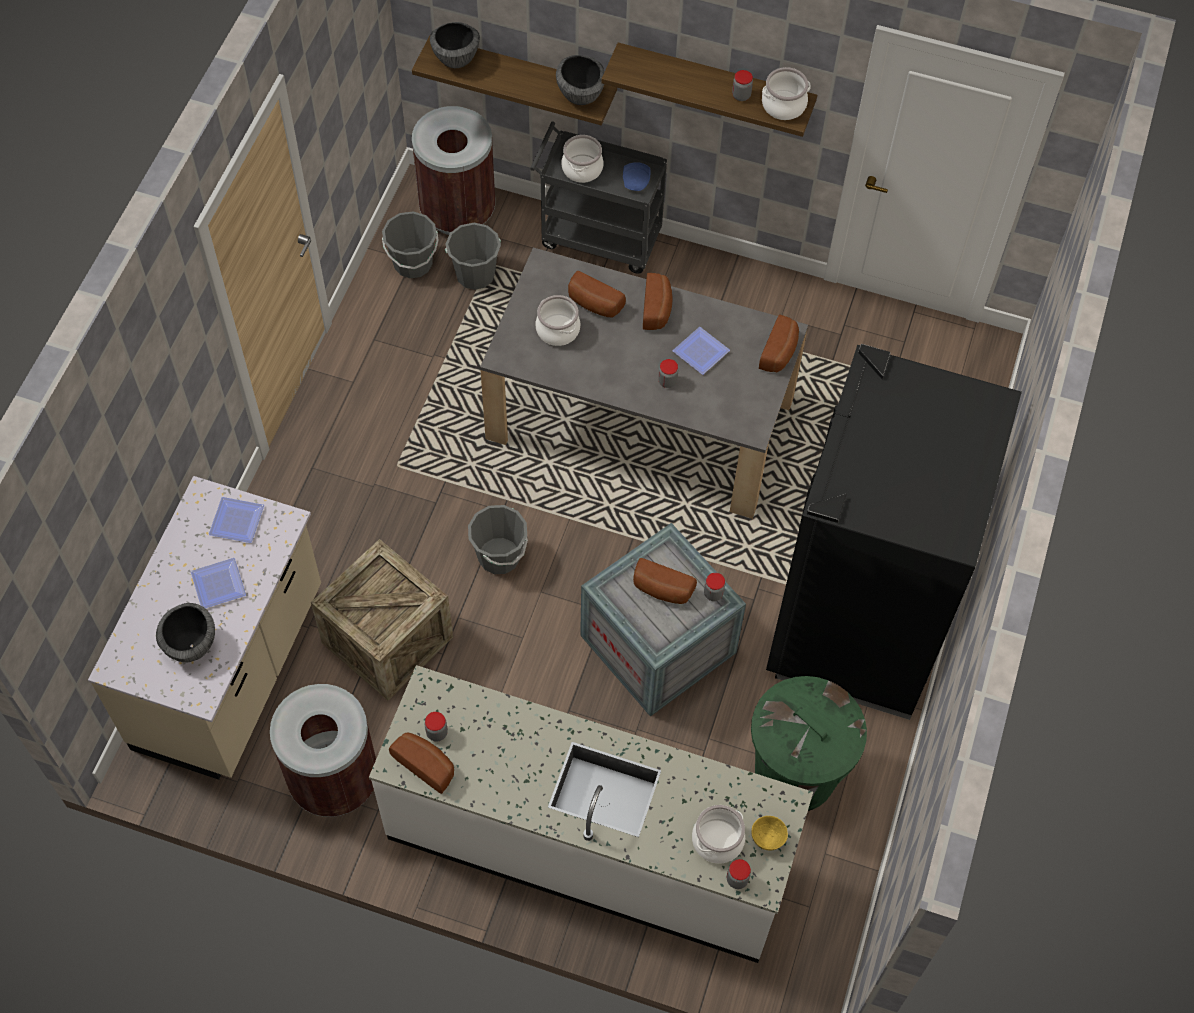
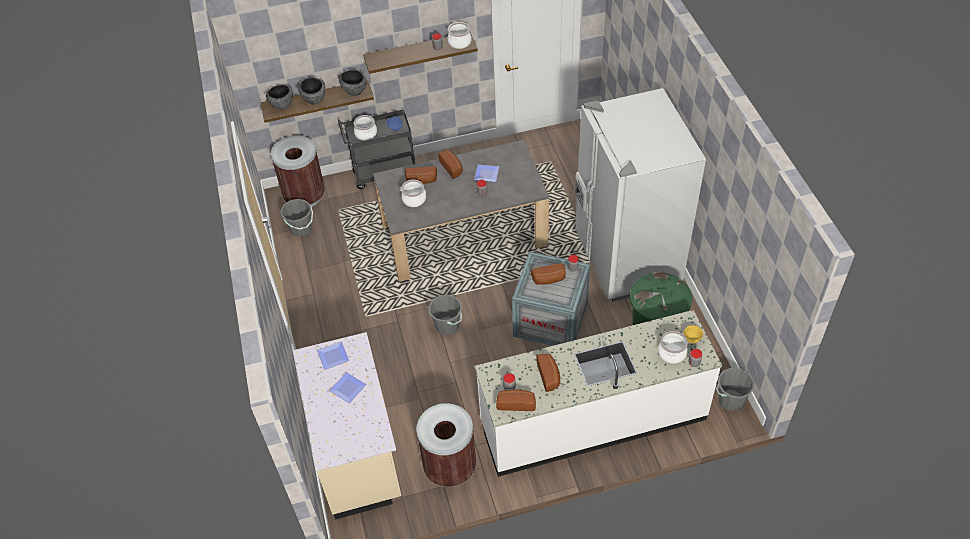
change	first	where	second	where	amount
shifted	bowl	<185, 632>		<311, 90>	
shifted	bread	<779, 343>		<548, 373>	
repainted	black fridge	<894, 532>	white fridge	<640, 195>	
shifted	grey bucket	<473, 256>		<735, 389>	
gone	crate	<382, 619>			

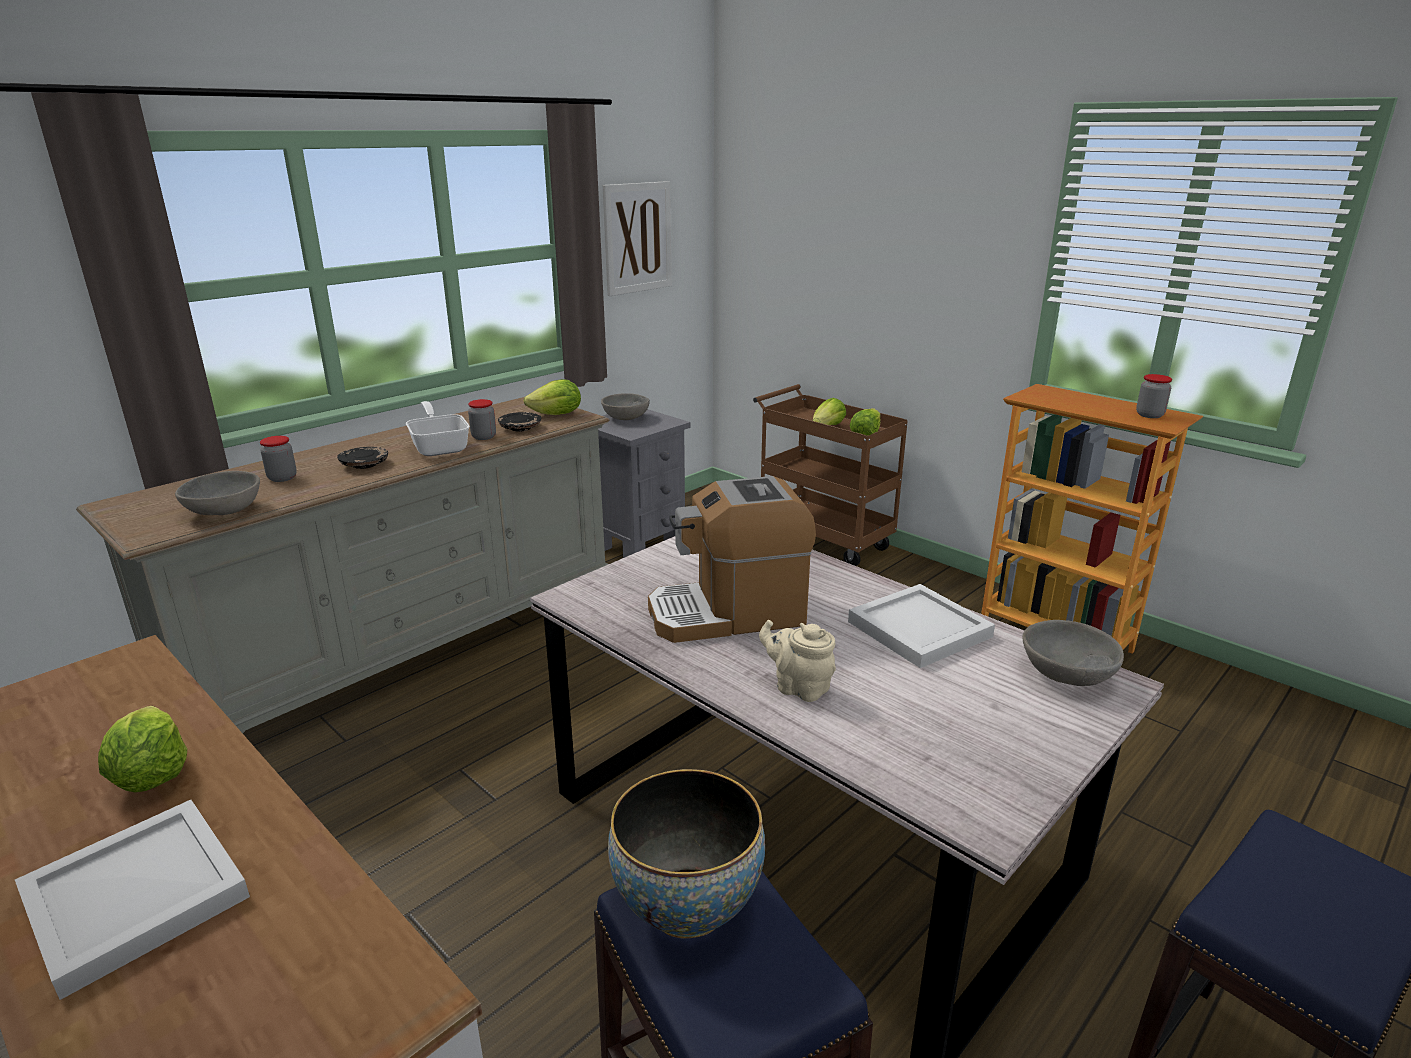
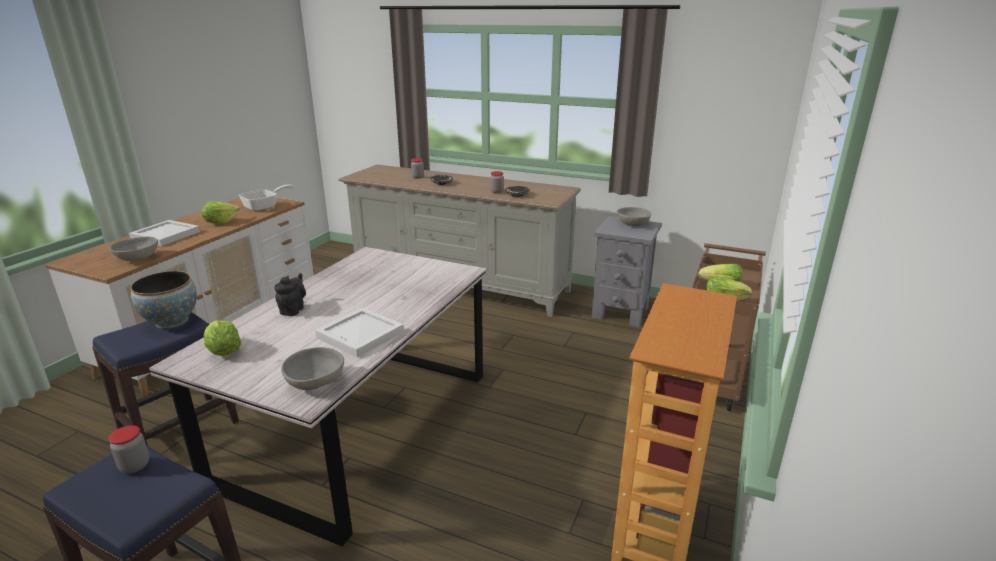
change	first	where	second	where	amount
shifted	jar	<1154, 396>		<129, 449>	
shifted	grey bowl	<217, 493>		<134, 248>	
shifted	lettuce	<552, 397>		<222, 338>	
shifted	frying pan	<438, 428>		<266, 197>	
repainted	beige teapot	<797, 661>	black teapot	<290, 294>	
gone	picture	<637, 238>			
gone	coffee machine	<732, 559>			

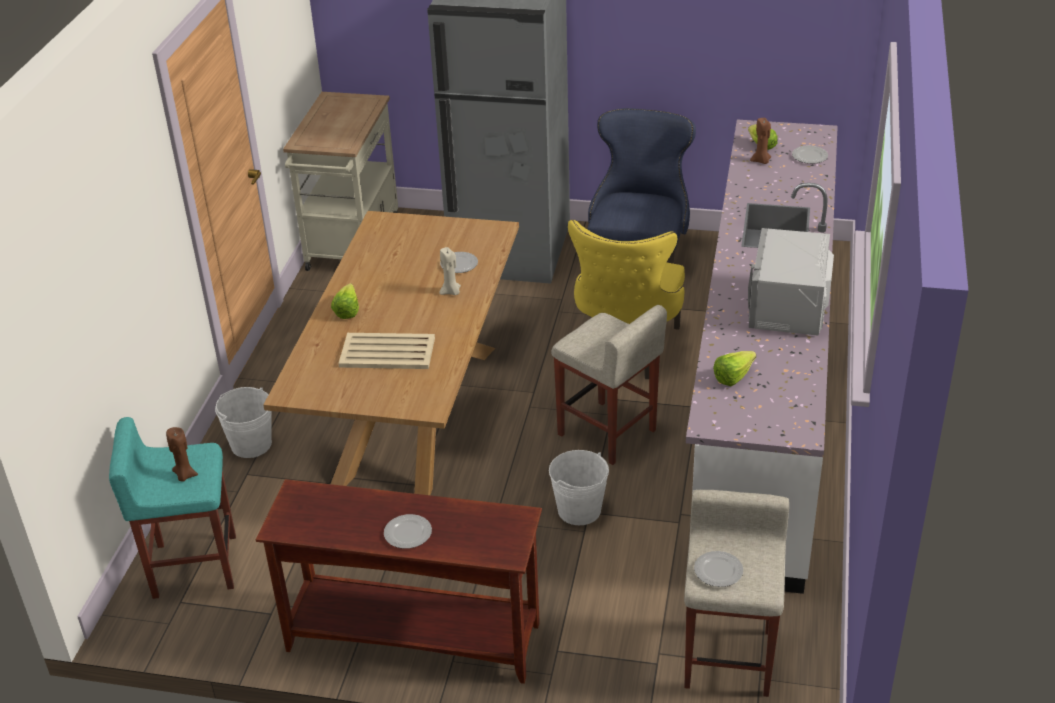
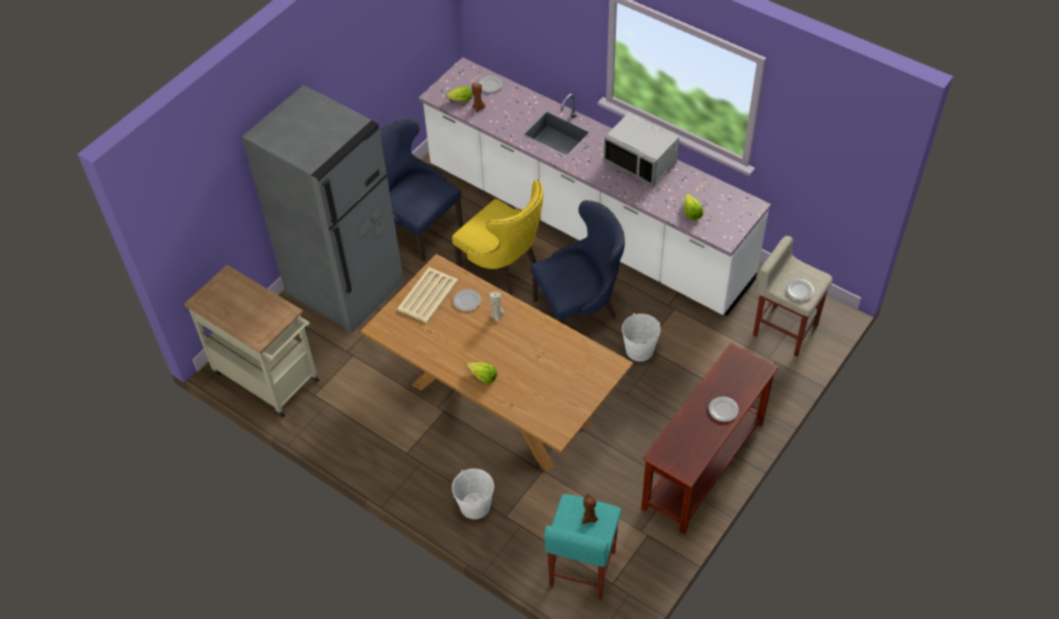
change	first	where	second	where	amount
shifted	beige tray	<386, 351>		<427, 295>	
swapped	beige stool	<609, 385>	blue chair	<578, 262>	

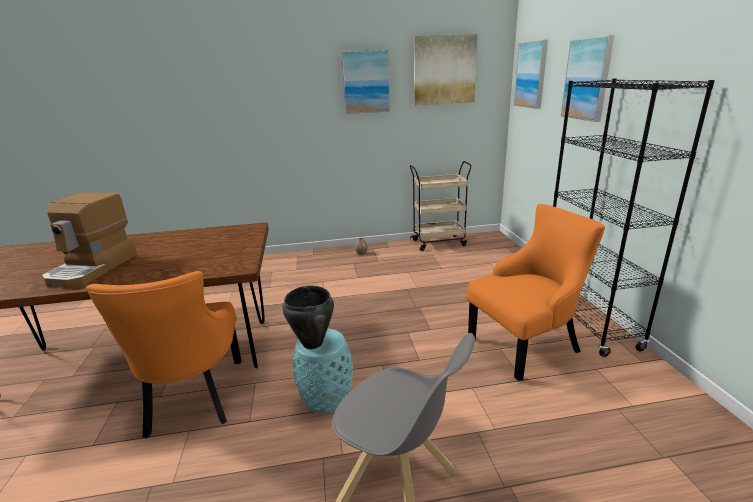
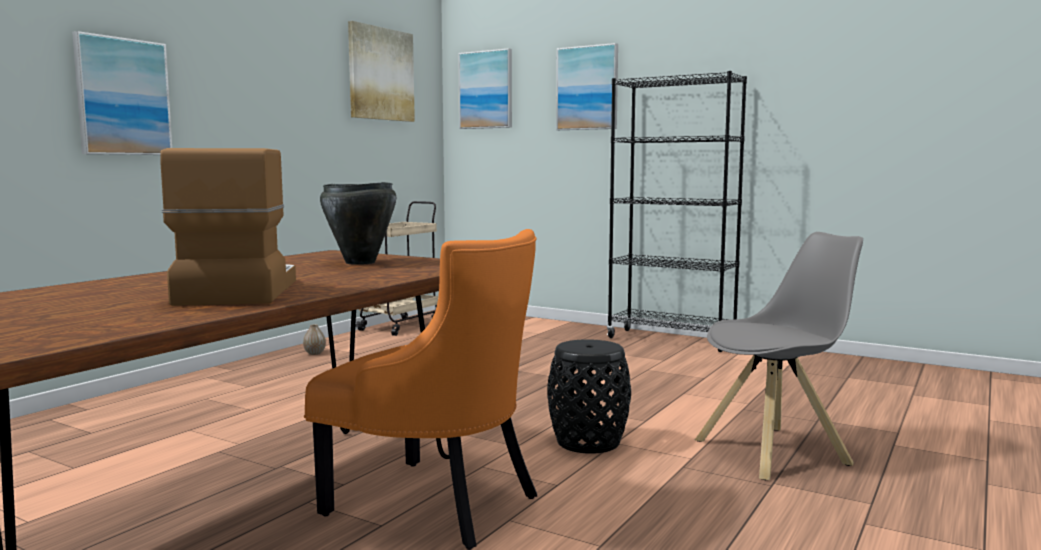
change	first	where	second	where	amount
shifted	picture	<366, 81>		<122, 93>	
rotated	coffee machine	<89, 240>		<228, 227>	150 degrees counterclockwise
shifted	black cooking pot	<308, 317>		<358, 223>	
repainted	turquoise stool	<323, 371>	black stool	<589, 396>	
gone	orange chair	<535, 292>			

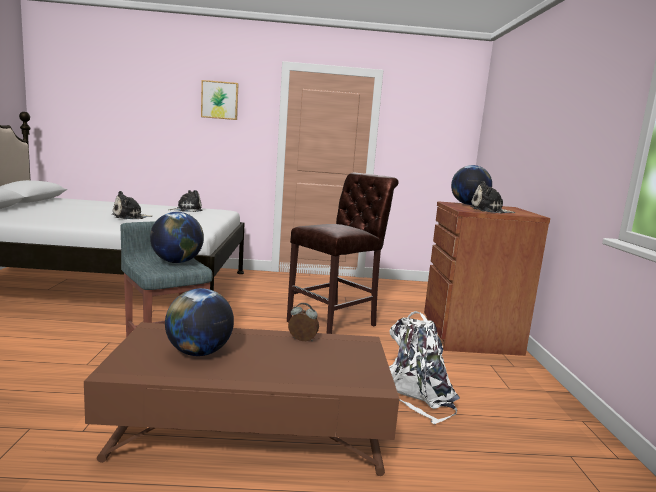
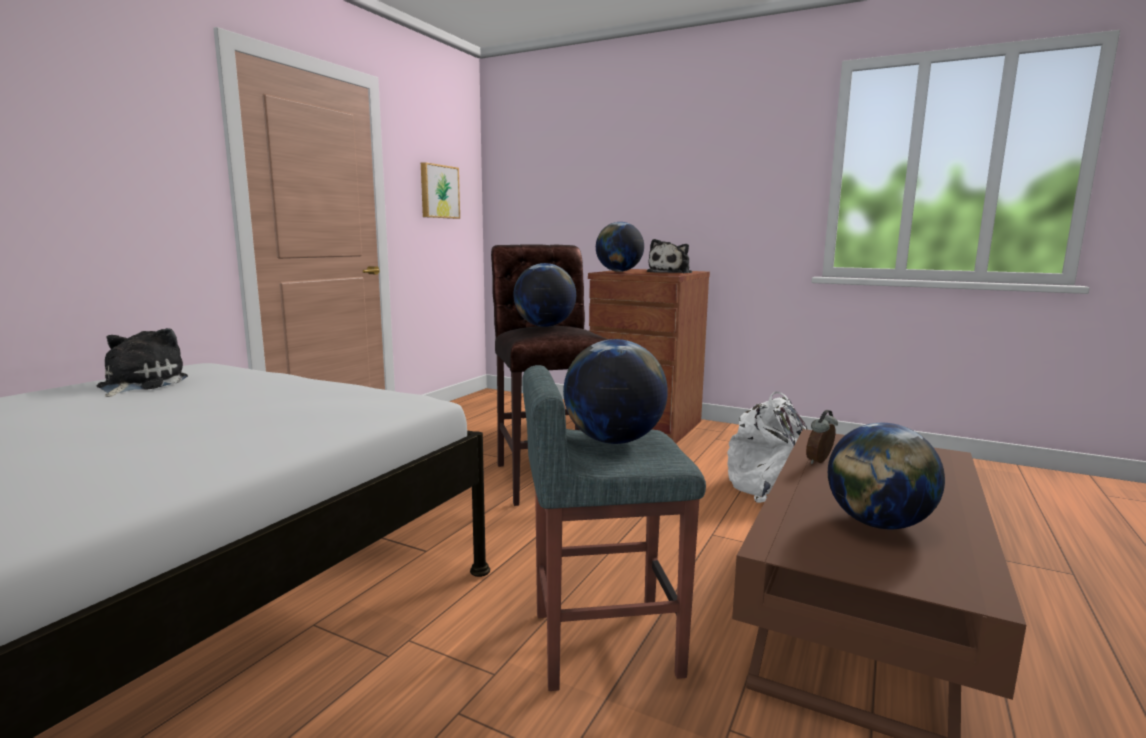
change	first	where	second	where	amount
shifted	picture	<219, 100>		<440, 190>	
new			globe	<545, 295>	
gone	plush toy	<132, 205>			

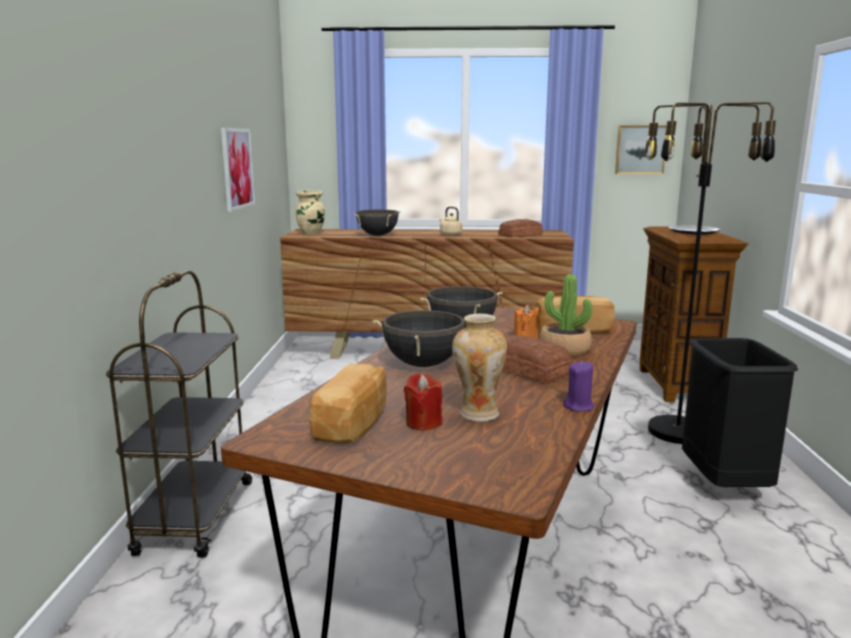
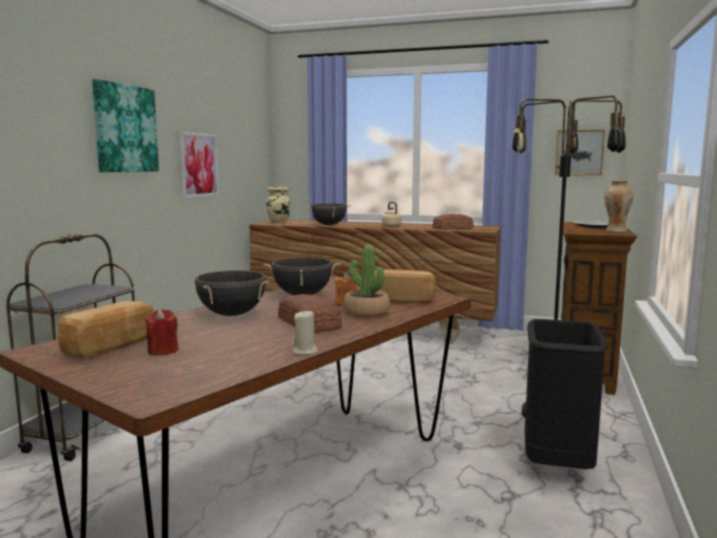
change	first	where	second	where	amount
new			picture	<125, 125>	
repainted	purple candle	<578, 386>	beige candle	<305, 332>	
shifted	vase	<479, 368>		<618, 206>	

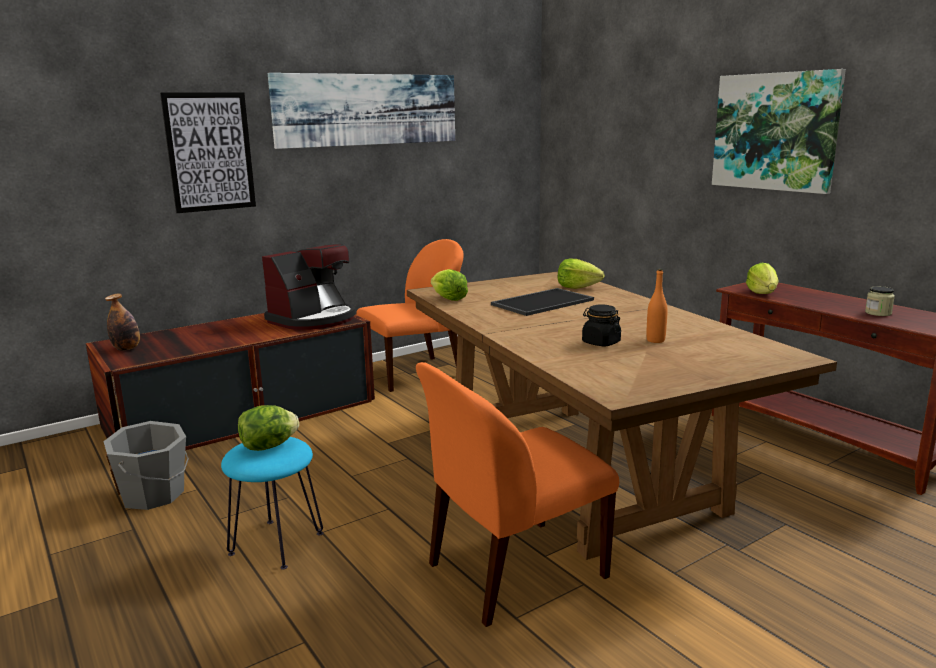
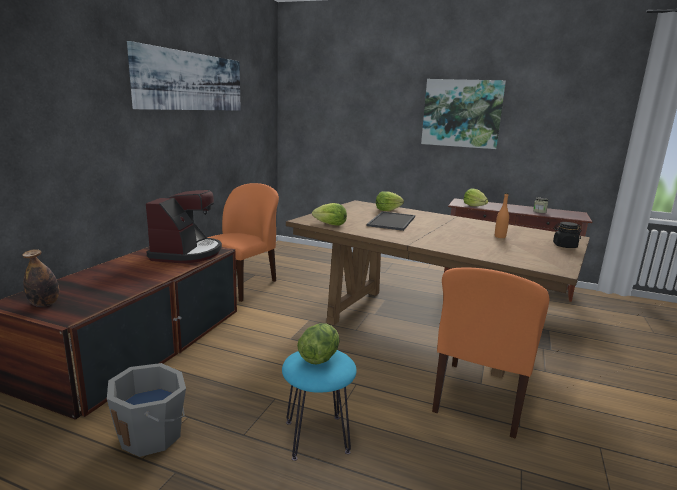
change	first	where	second	where	amount
shifted	black jar	<601, 325>		<567, 235>	
gone	picture	<208, 152>			

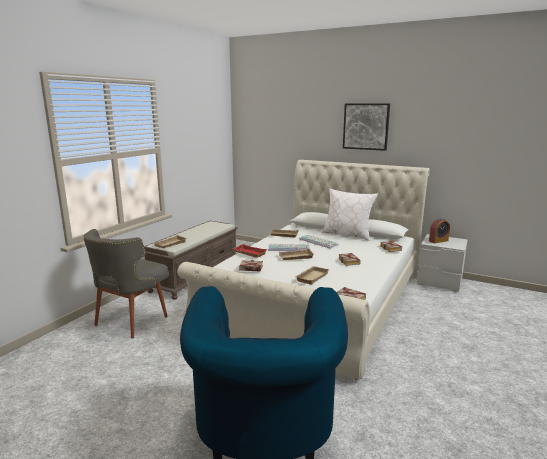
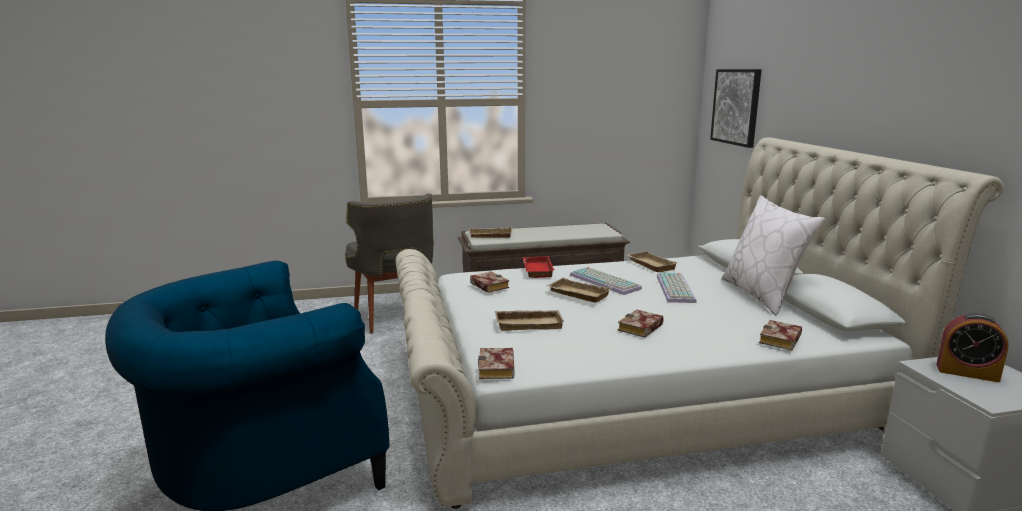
change	first	where	second	where	amount
rotated	grey chair	<126, 284>		<389, 263>	105 degrees counterclockwise
shifted	picture	<366, 127>		<735, 108>	

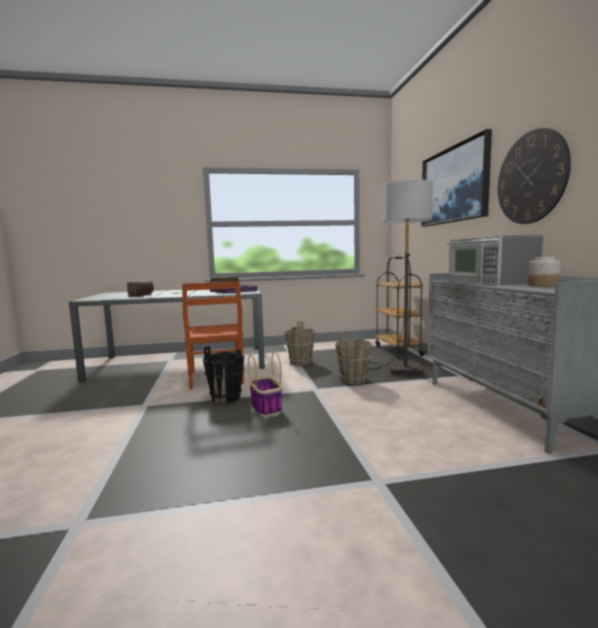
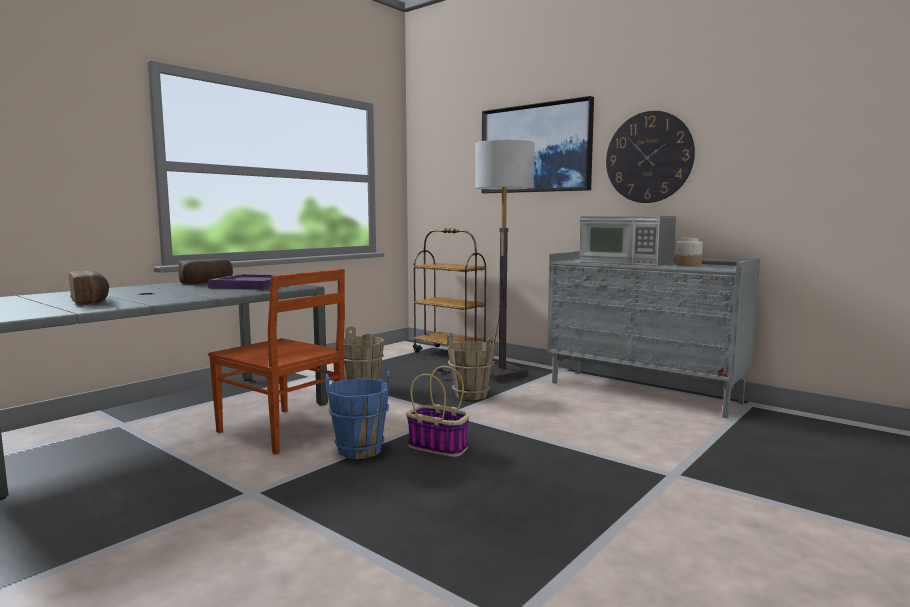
change	first	where	second	where	amount
repainted	black bucket	<223, 374>	blue bucket	<358, 415>	

